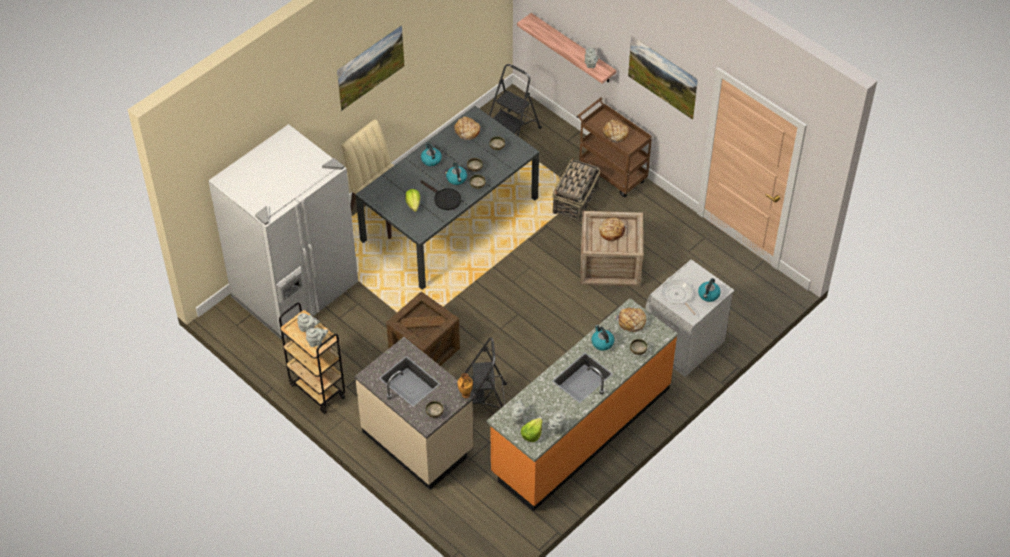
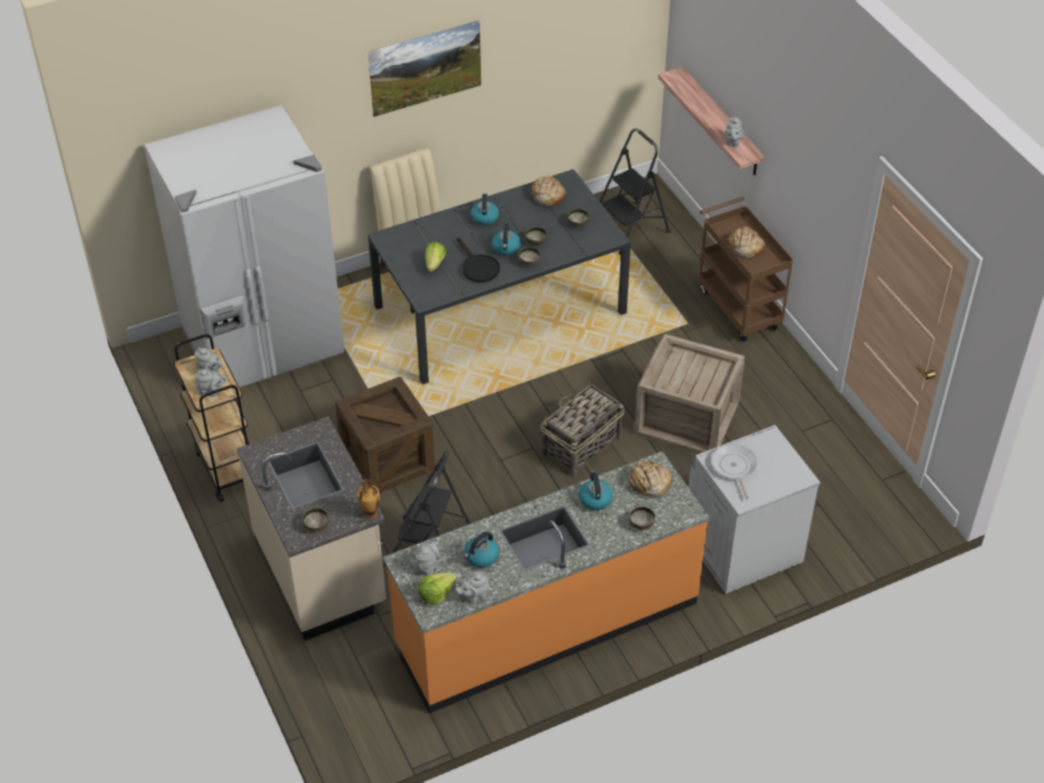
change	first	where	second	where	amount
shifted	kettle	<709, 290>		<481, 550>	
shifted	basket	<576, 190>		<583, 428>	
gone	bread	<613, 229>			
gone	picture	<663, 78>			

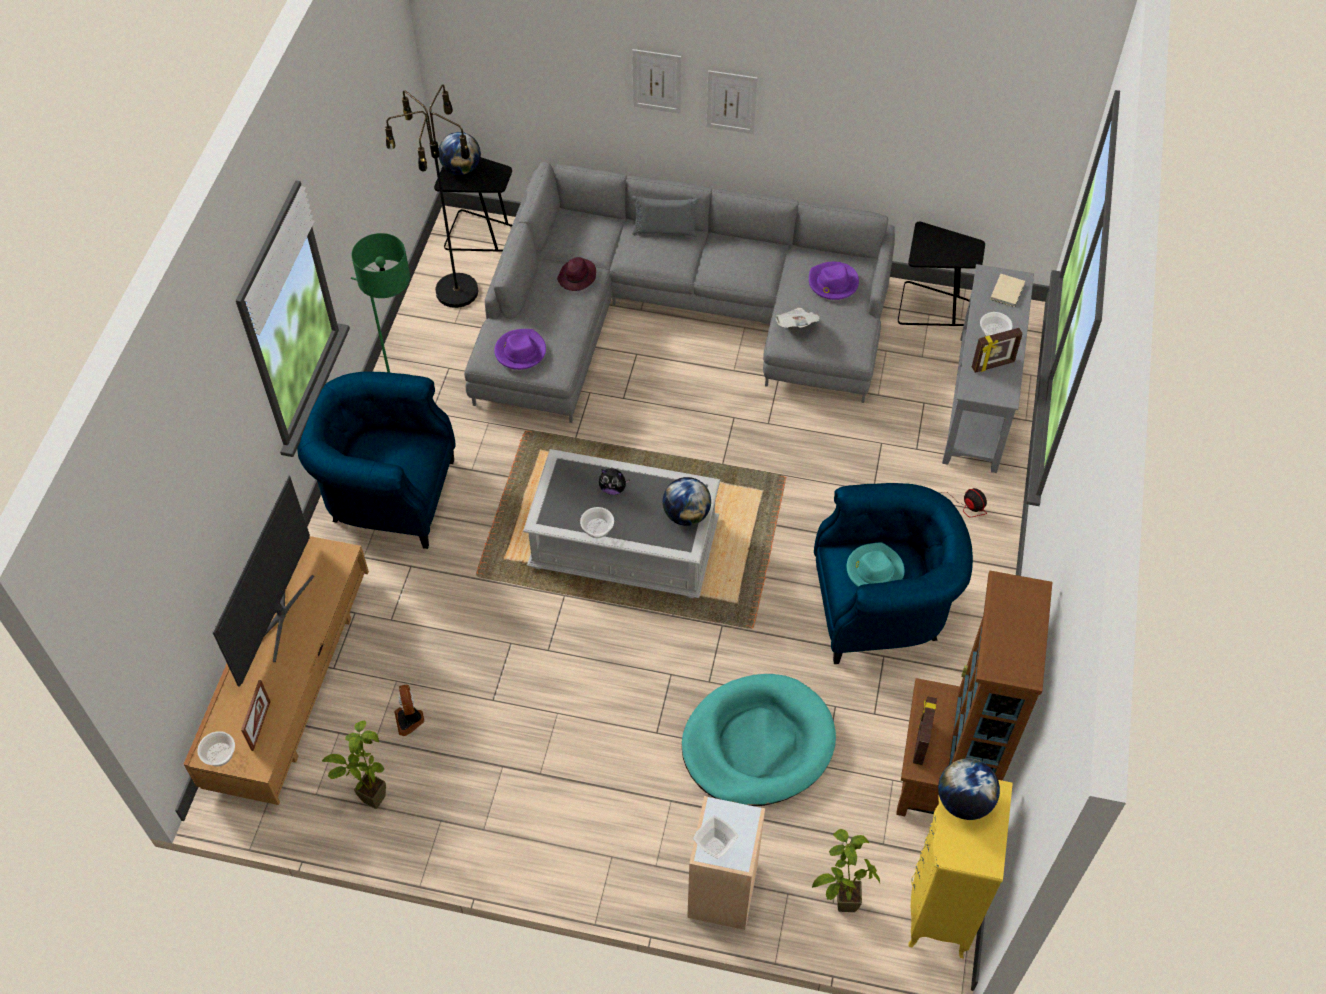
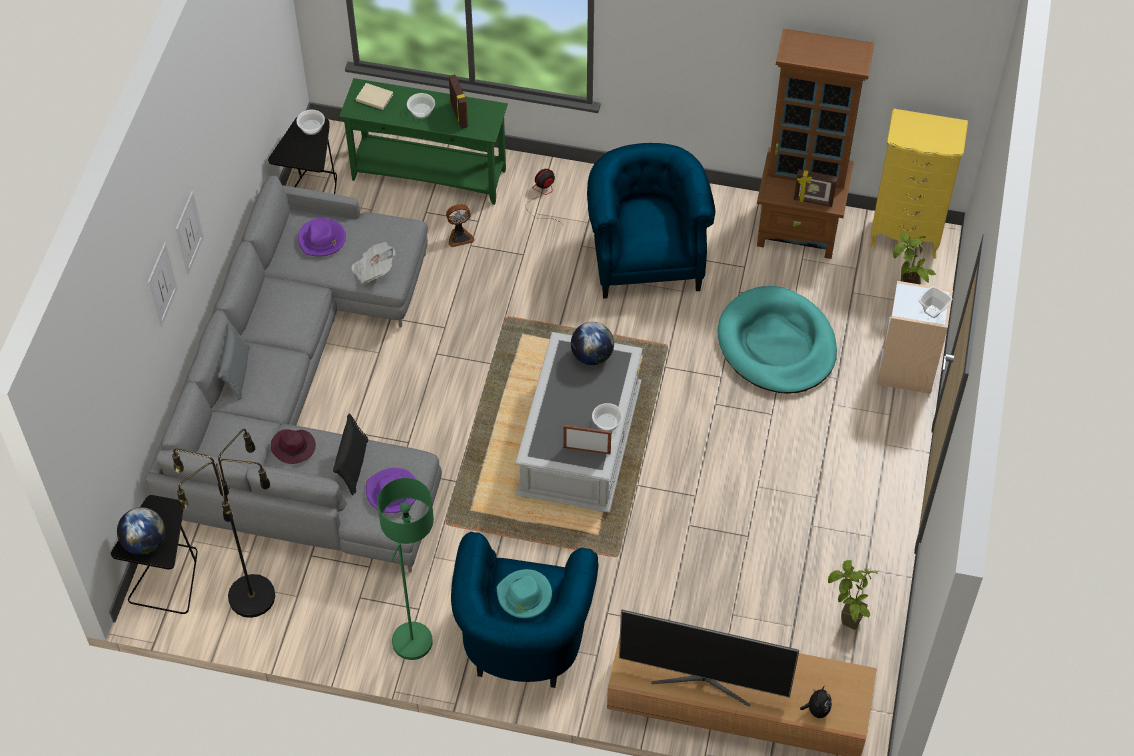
change	first	where	second	where	amount
shifted	bowl	<216, 749>		<310, 122>	
new			black pillow	<351, 454>	
repainted	grey console table	<988, 368>	green console table	<423, 141>	
shifted	fan	<409, 710>		<460, 225>	
shifted	turquoise hat	<876, 564>		<524, 593>	
shifted	picture frame	<256, 715>		<587, 439>	
shifted	plush toy	<614, 482>		<816, 702>	
gone	globe	<969, 789>			

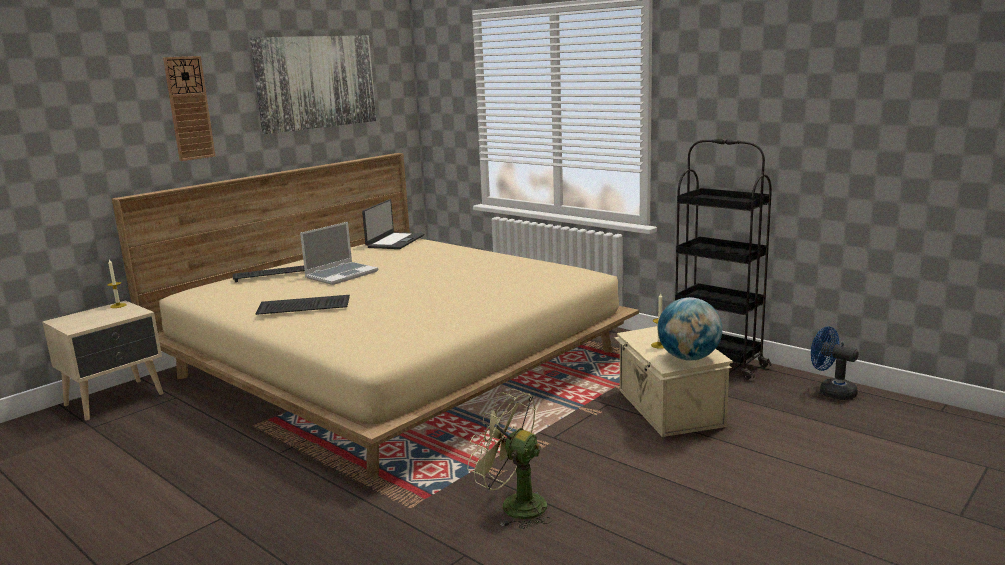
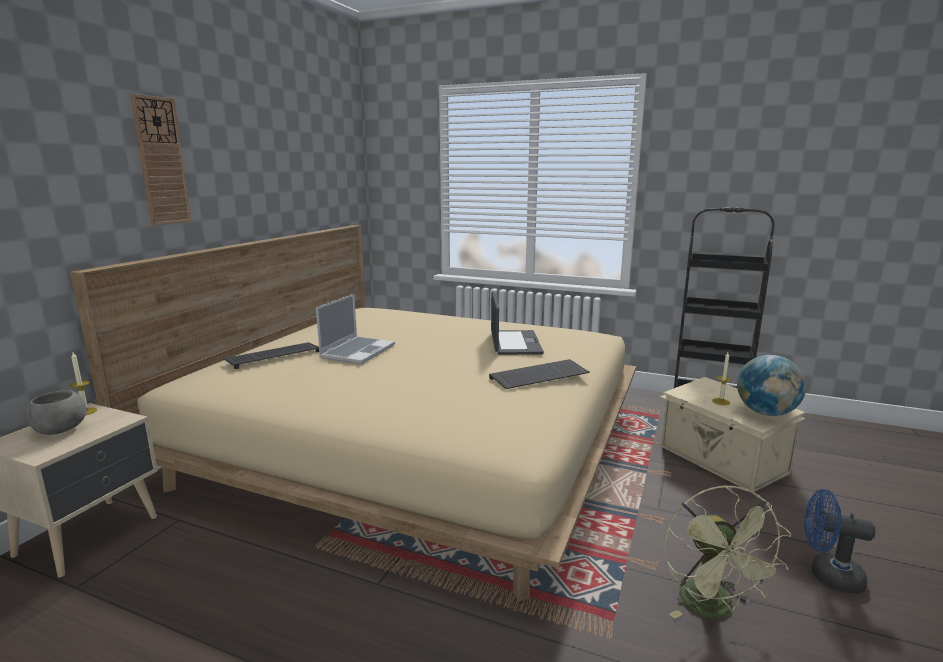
change	first	where	second	where	amount
new			grey bowl	<56, 412>	
shifted	keyboard	<302, 305>		<539, 374>	
shifted	laptop	<393, 224>		<517, 323>	
rotated	green fan	<510, 459>		<727, 551>	105 degrees counterclockwise
shifted	blue fan	<835, 363>		<839, 541>	
gone	picture	<313, 84>			

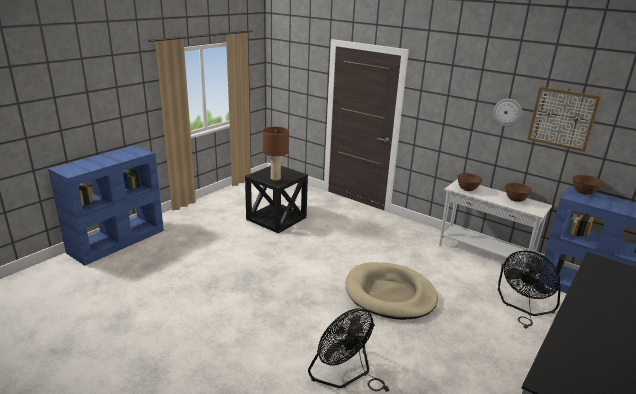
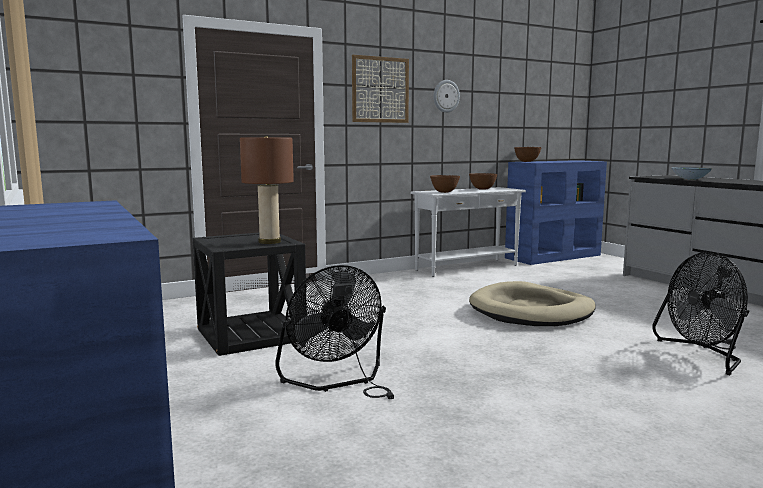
change	first	where	second	where	amount
shifted	black fan	<530, 289>		<334, 332>	
shifted	picture	<564, 119>		<380, 89>	
new			bowl	<692, 173>	

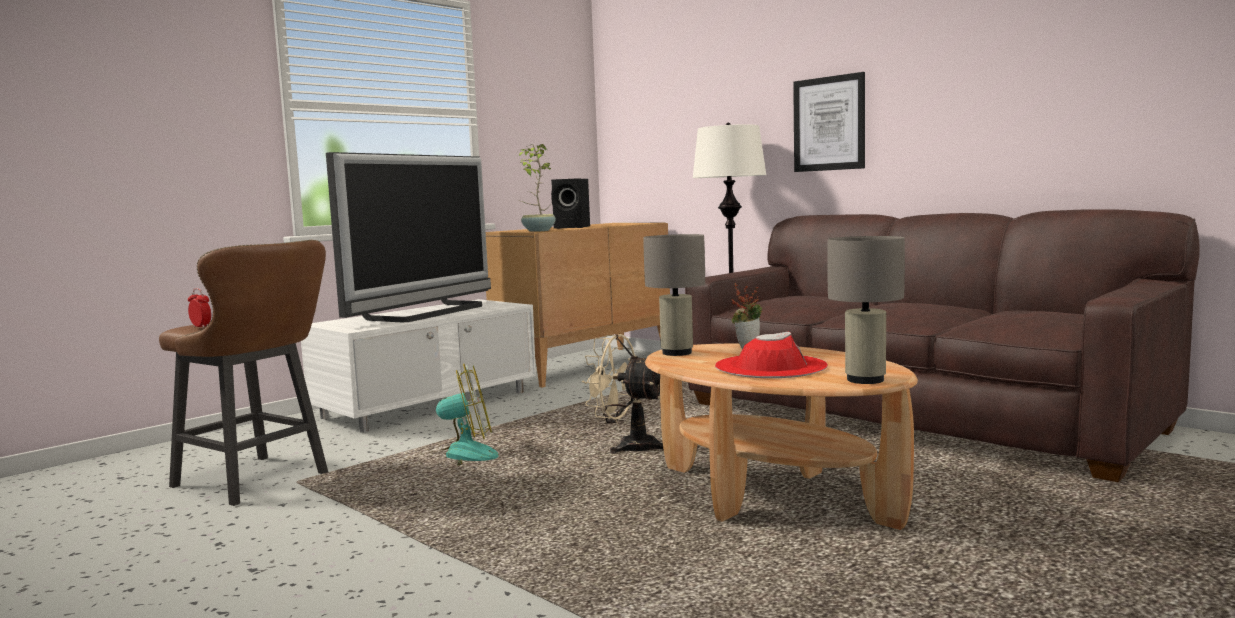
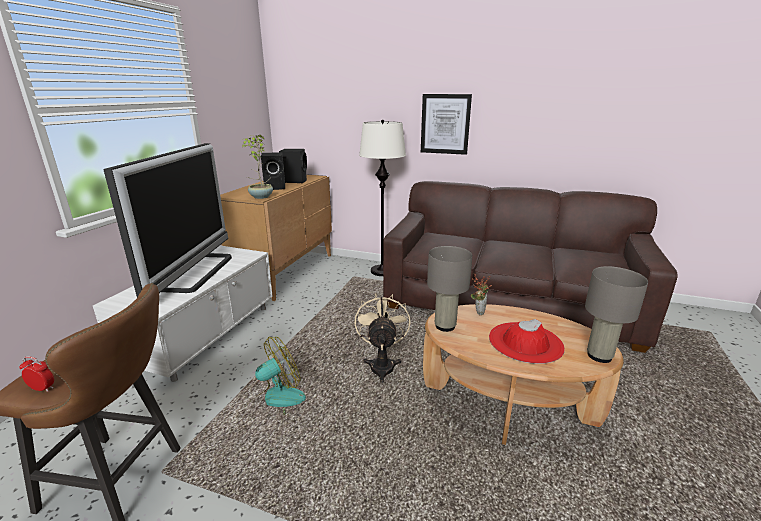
change	first	where	second	where	amount
new			black speaker	<293, 166>	
rotated	beige fan	<622, 394>		<382, 338>	90 degrees clockwise

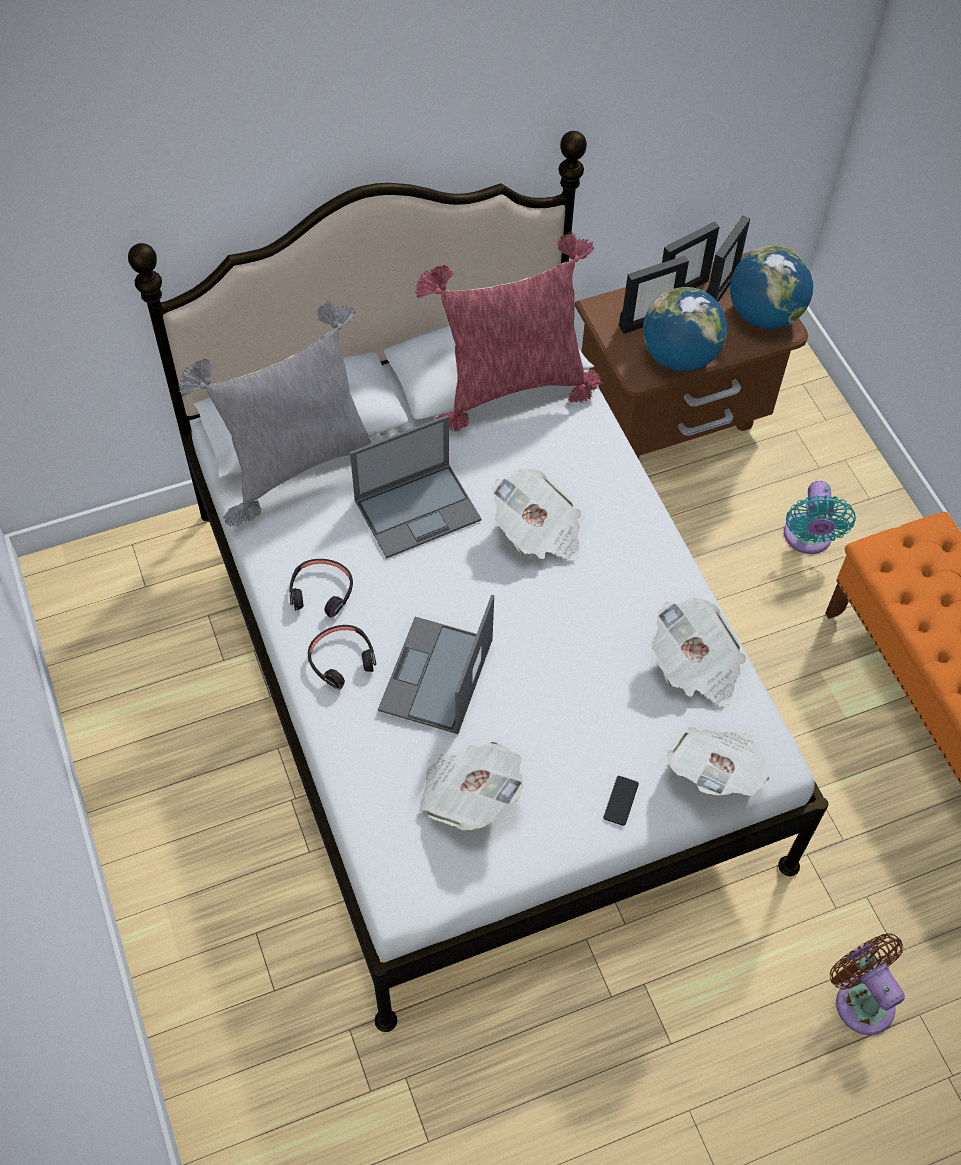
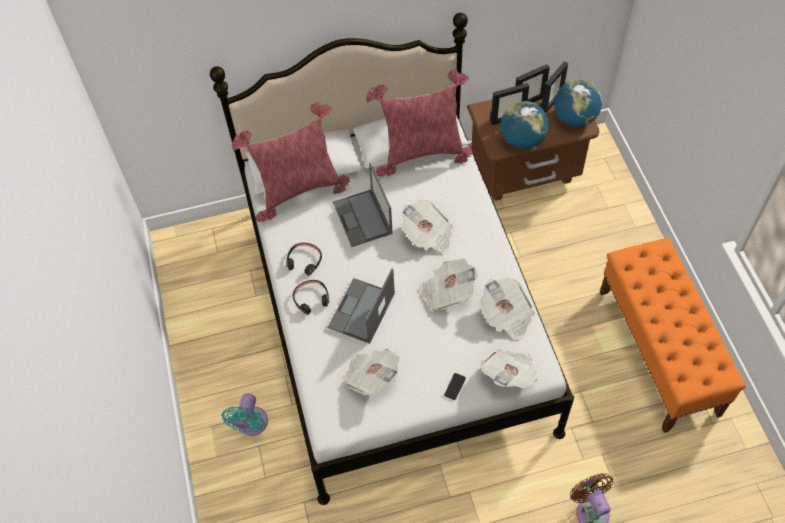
change	first	where	second	where	amount
shifted	turquoise fan	<820, 517>		<244, 415>	
repainted	grey pillow	<282, 414>	red pillow	<291, 162>	
rotated	laptop	<416, 486>		<363, 205>	90 degrees clockwise
new			newspaper	<448, 284>	

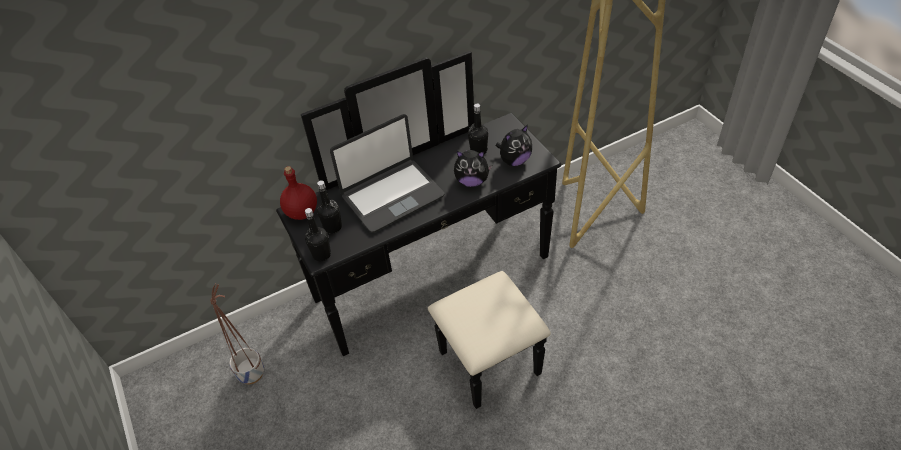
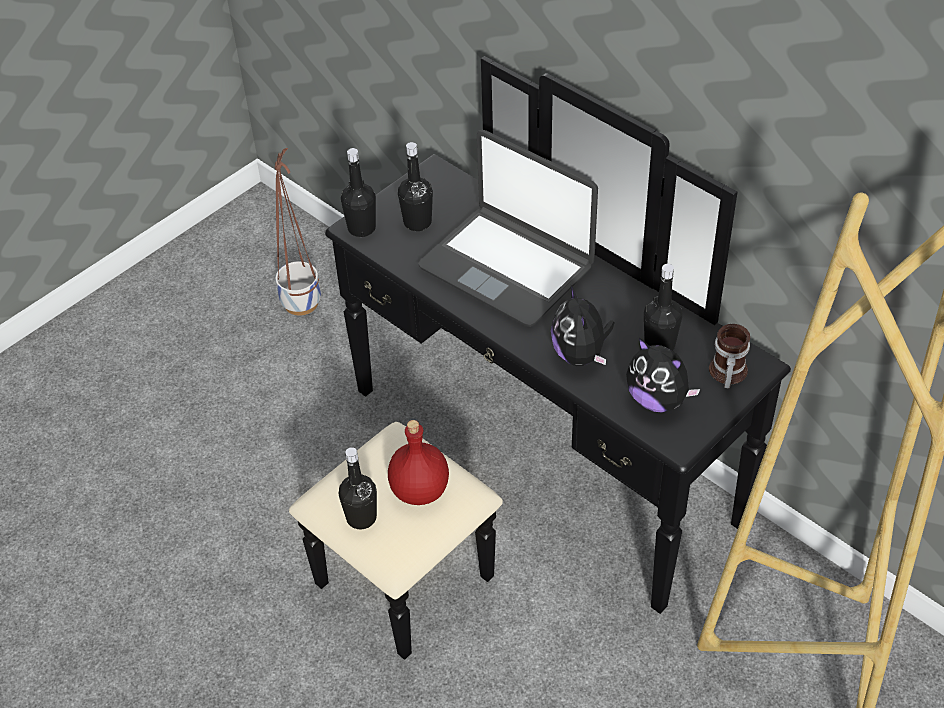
change	first	where	second	where	amount
new			black bottle	<358, 488>	
shifted	red bottle	<298, 193>		<418, 462>	
new			mug	<729, 356>	

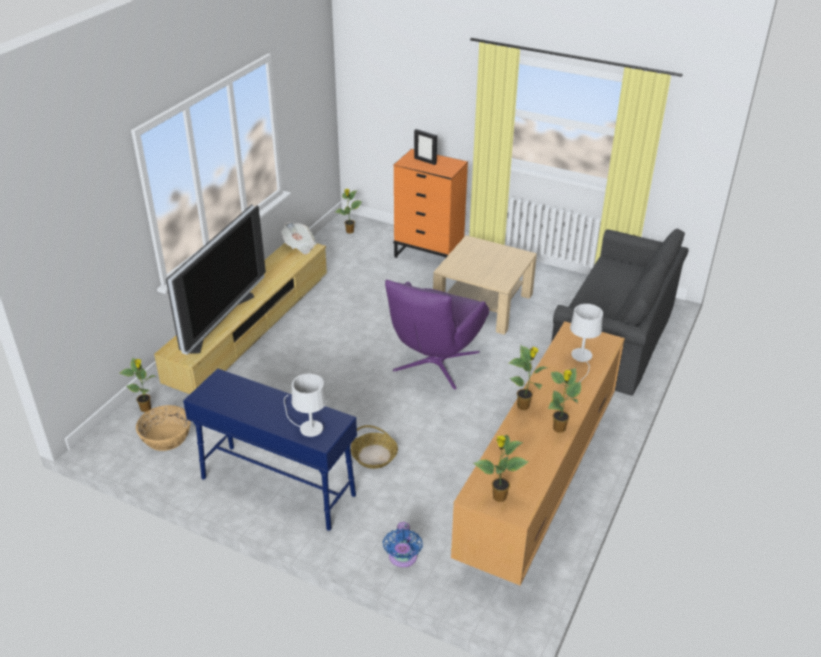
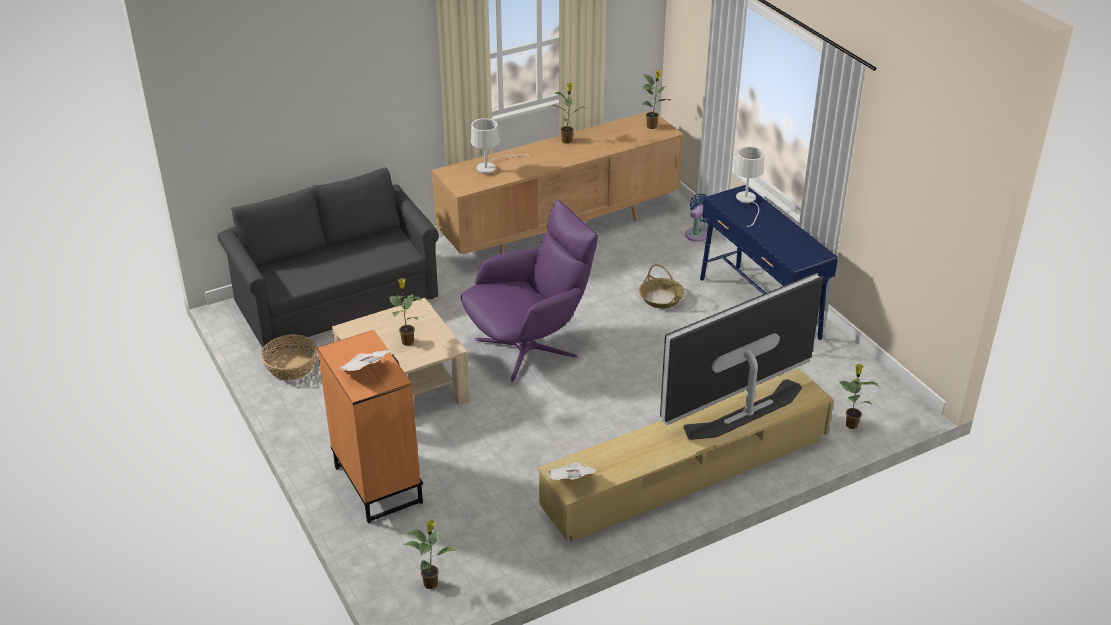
change	first	where	second	where	amount
shifted	basket	<163, 428>		<289, 357>	
swapped	picture frame	<425, 147>	newspaper	<364, 360>	
shifted	potted plant	<527, 377>		<405, 312>	

